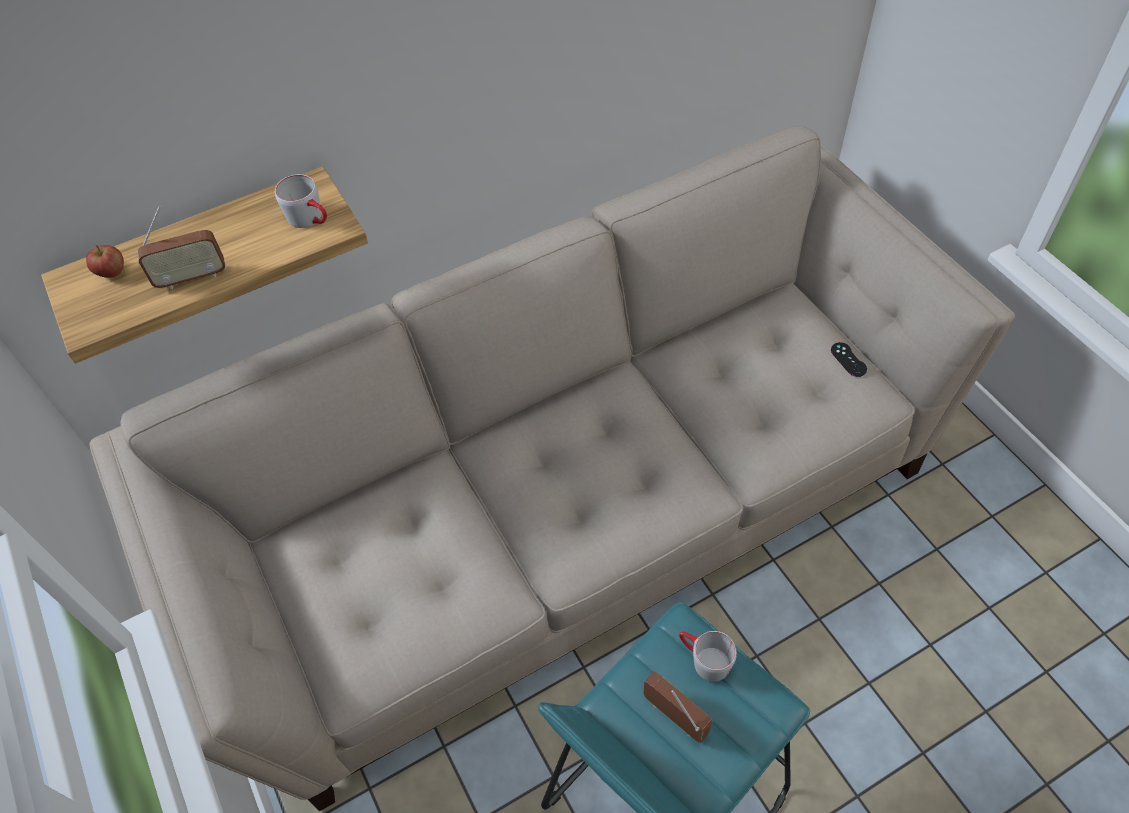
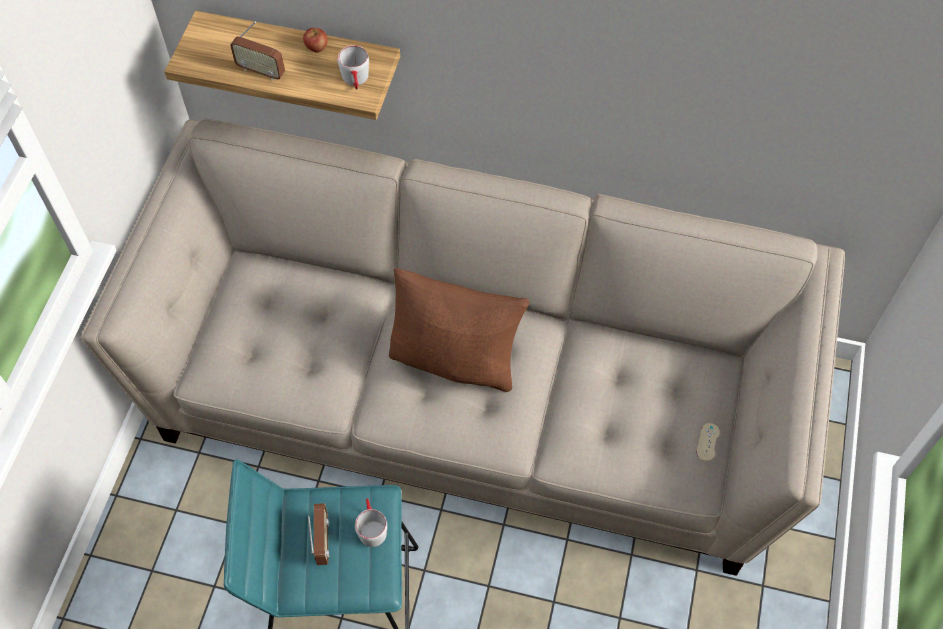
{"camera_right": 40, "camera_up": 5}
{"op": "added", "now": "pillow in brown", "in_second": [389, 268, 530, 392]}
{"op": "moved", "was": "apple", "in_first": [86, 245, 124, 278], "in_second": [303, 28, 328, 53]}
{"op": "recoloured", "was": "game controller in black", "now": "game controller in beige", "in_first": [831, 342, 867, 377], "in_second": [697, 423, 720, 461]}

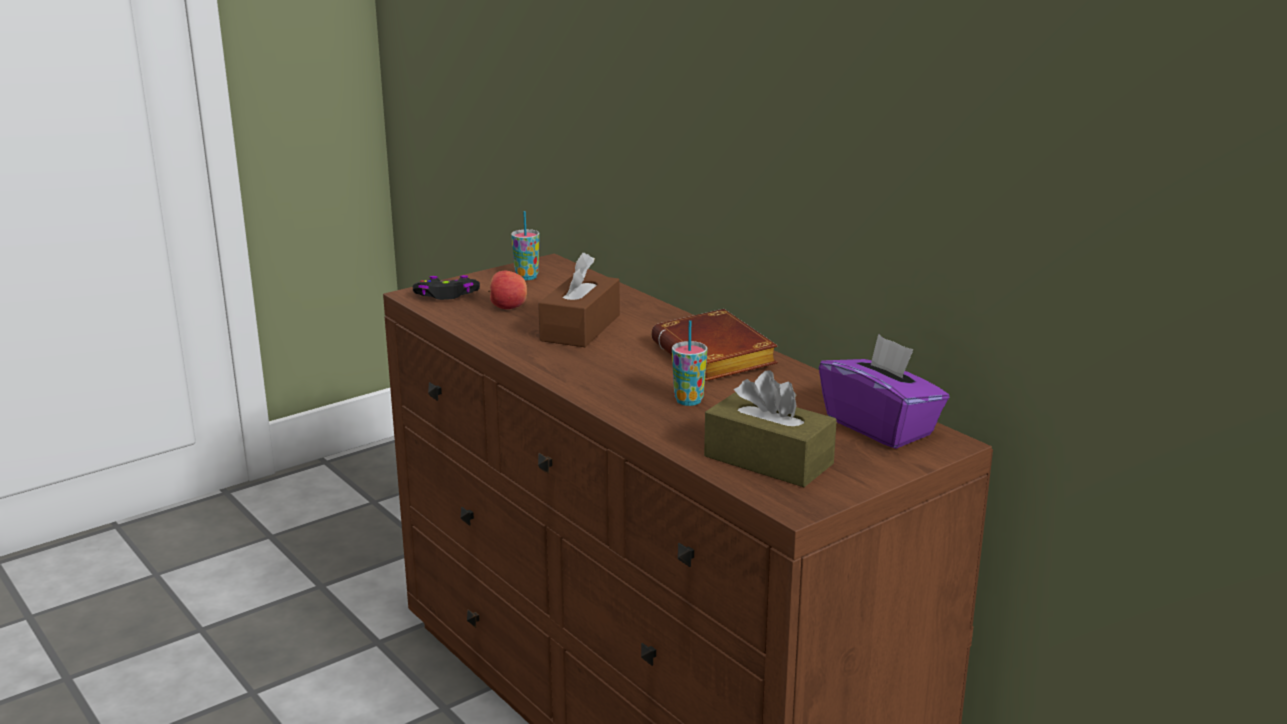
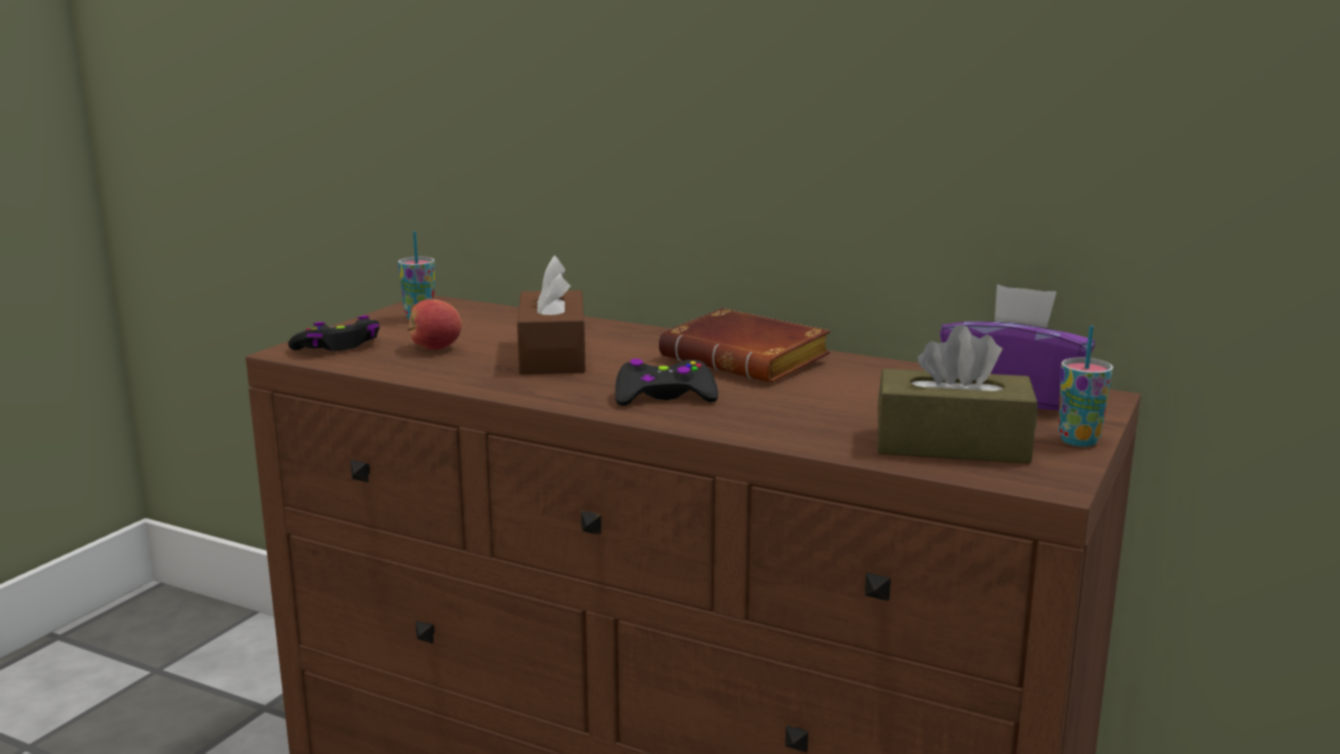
{"camera_right": -25, "camera_up": -5}
{"op": "added", "now": "game controller in black", "in_second": [615, 359, 718, 406]}
{"op": "moved", "was": "cup", "in_first": [672, 320, 708, 406], "in_second": [1059, 326, 1113, 447]}

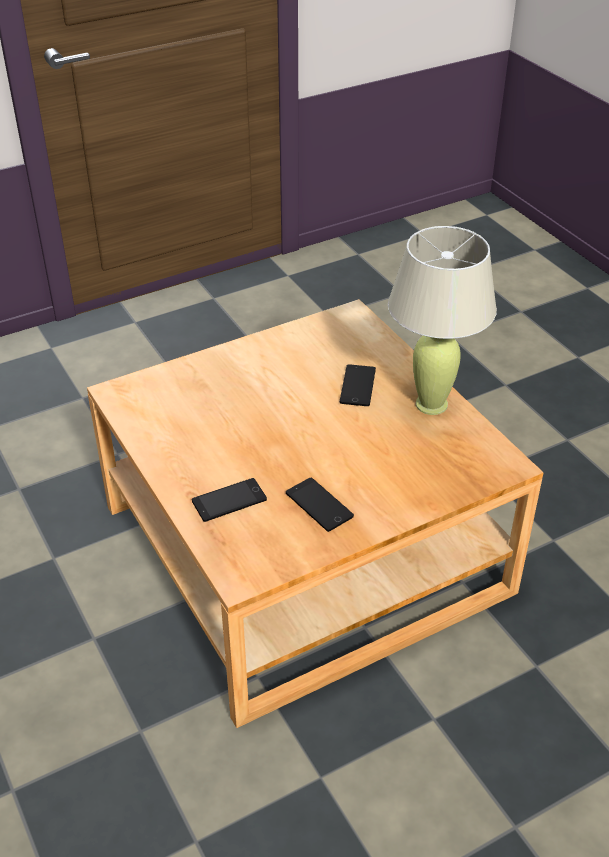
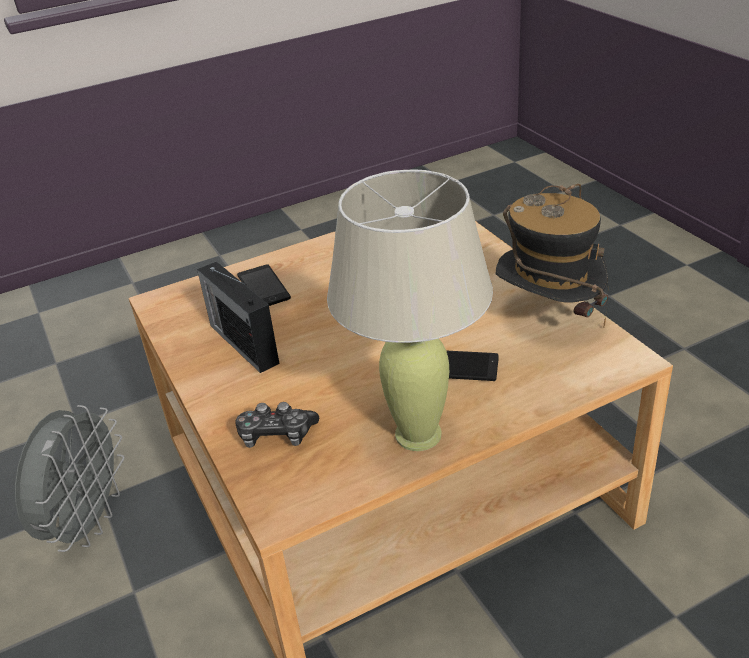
{"camera_right": 95, "camera_up": -5}
{"op": "added", "now": "fan in grey", "in_second": [15, 405, 125, 552]}
{"op": "added", "now": "game controller", "in_second": [235, 402, 319, 448]}
{"op": "added", "now": "hat", "in_second": [496, 184, 608, 327]}
{"op": "replaced", "was": "phone", "now": "radio", "in_first": [286, 478, 354, 532], "in_second": [197, 261, 279, 373]}

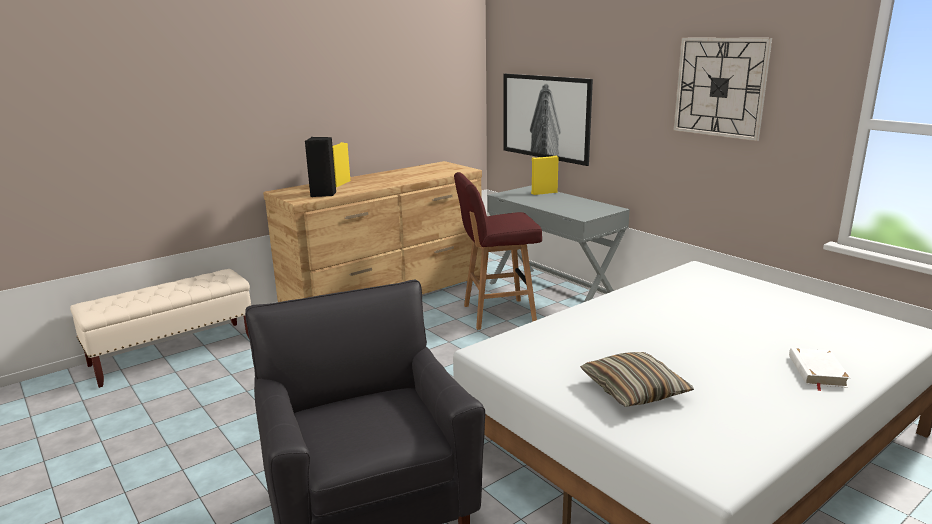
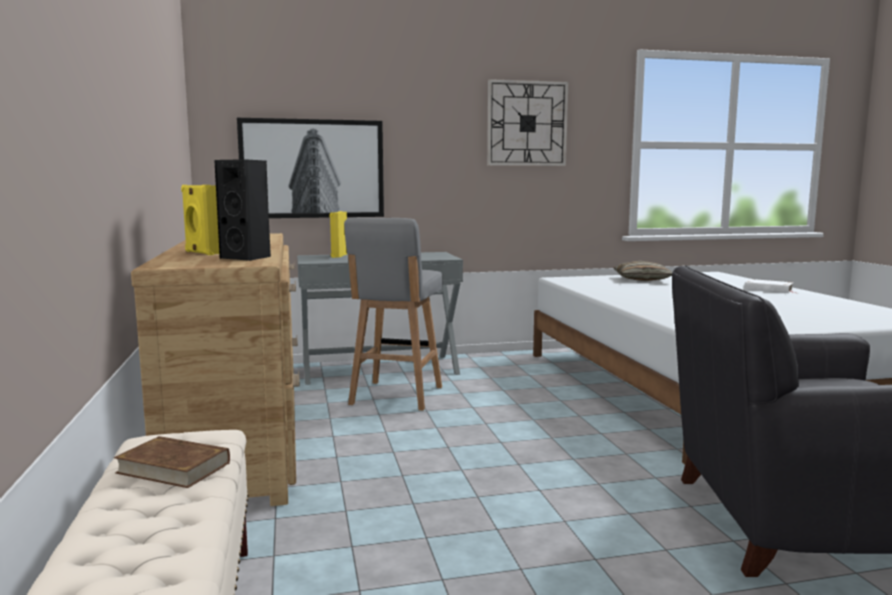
{"camera_right": -65, "camera_up": -10}
{"op": "added", "now": "book in brown", "in_second": [114, 436, 230, 488]}
{"op": "moved", "was": "pillow", "in_first": [580, 352, 694, 407], "in_second": [613, 261, 672, 281]}
{"op": "recoloured", "was": "stool in red", "now": "stool in grey", "in_first": [454, 172, 542, 330], "in_second": [344, 217, 443, 411]}

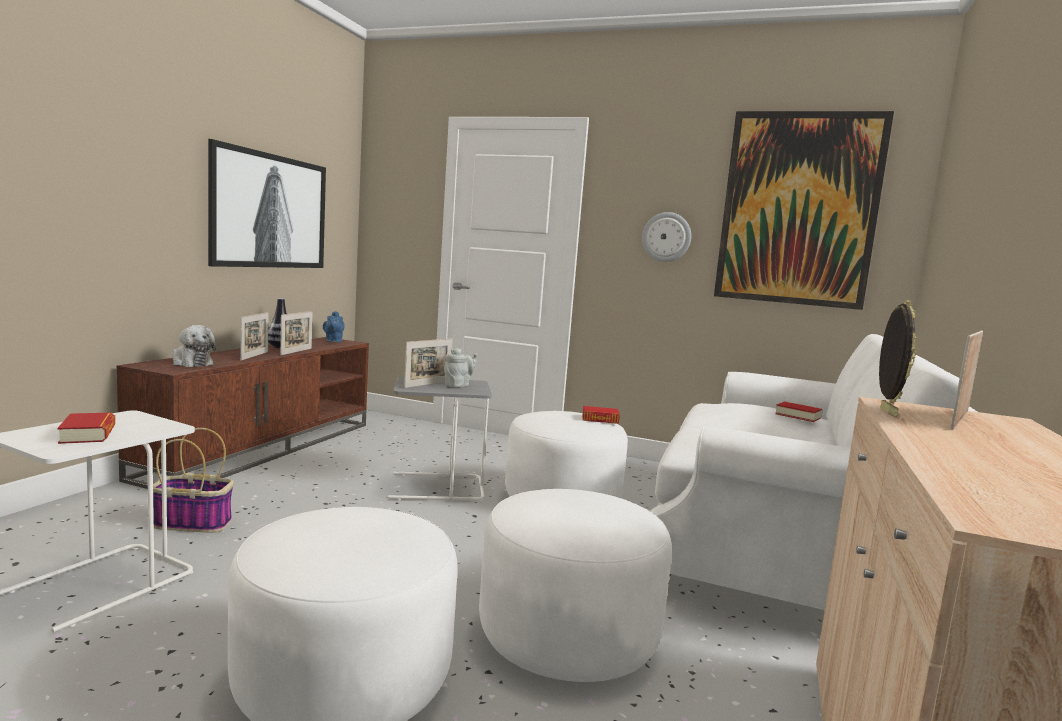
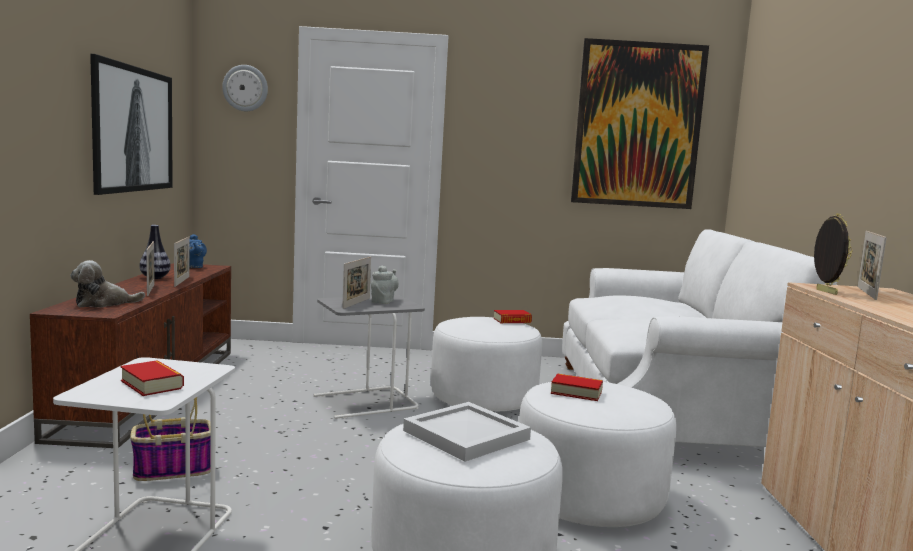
{"camera_right": -20, "camera_up": 0}
{"op": "added", "now": "tray in white", "in_second": [403, 402, 531, 462]}
{"op": "moved", "was": "wall clock", "in_first": [642, 212, 691, 262], "in_second": [222, 65, 268, 111]}
{"op": "moved", "was": "book", "in_first": [775, 401, 822, 422], "in_second": [551, 374, 603, 401]}
{"op": "turned", "was": "plush toy", "in_first": [172, 325, 216, 367], "in_second": [70, 260, 145, 307], "clockwise": 135}

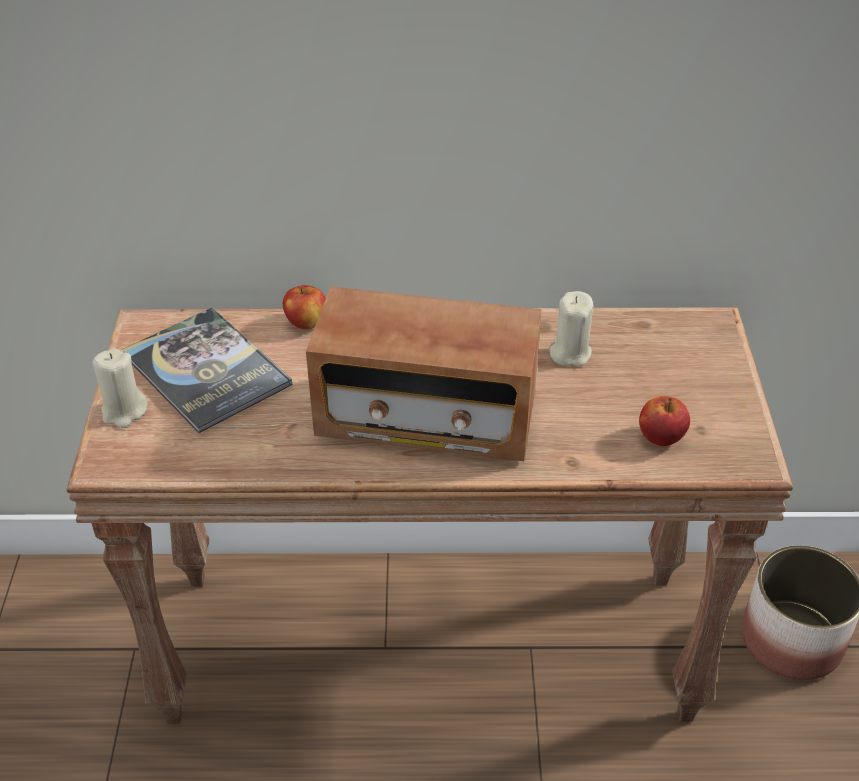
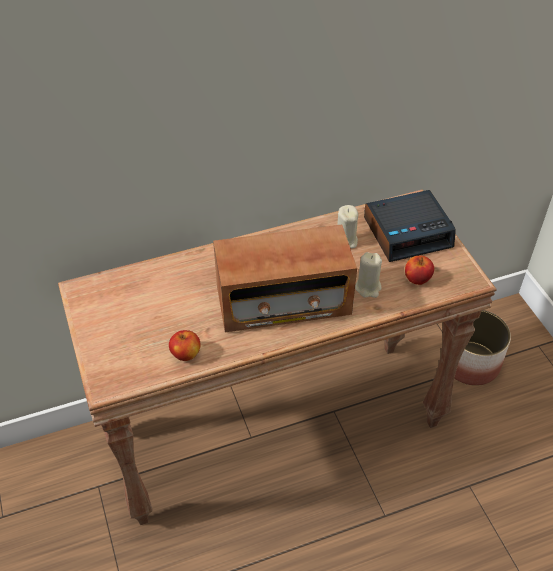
{"camera_right": -20, "camera_up": 5}
{"op": "removed", "was": "book", "in_first": [121, 308, 292, 433]}
{"op": "added", "now": "alarm clock", "in_second": [364, 190, 456, 262]}
{"op": "moved", "was": "candle in beige", "in_first": [92, 348, 147, 428], "in_second": [355, 252, 382, 298]}
{"op": "moved", "was": "apple", "in_first": [283, 285, 326, 329], "in_second": [169, 330, 200, 361]}

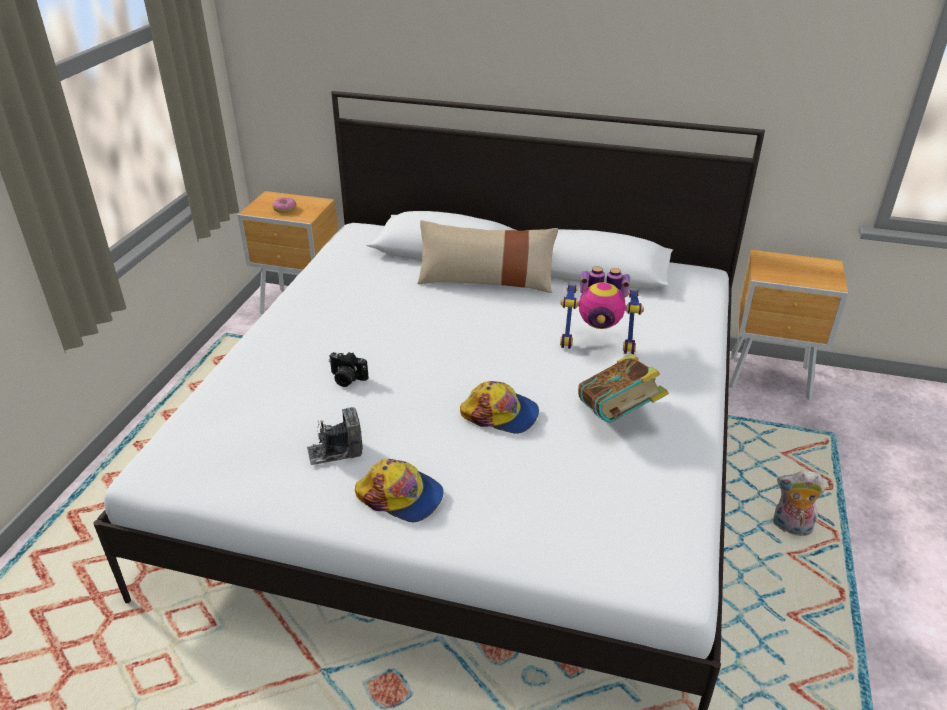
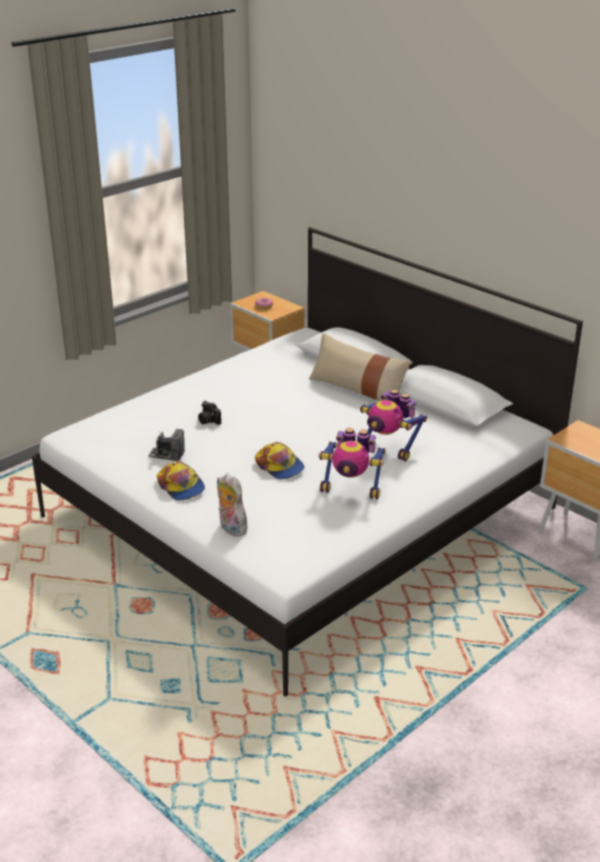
{"camera_right": 30, "camera_up": -5}
{"op": "moved", "was": "plush toy", "in_first": [773, 471, 824, 536], "in_second": [217, 473, 248, 537]}
{"op": "replaced", "was": "book", "now": "toy robot", "in_first": [578, 353, 669, 423], "in_second": [318, 428, 386, 499]}

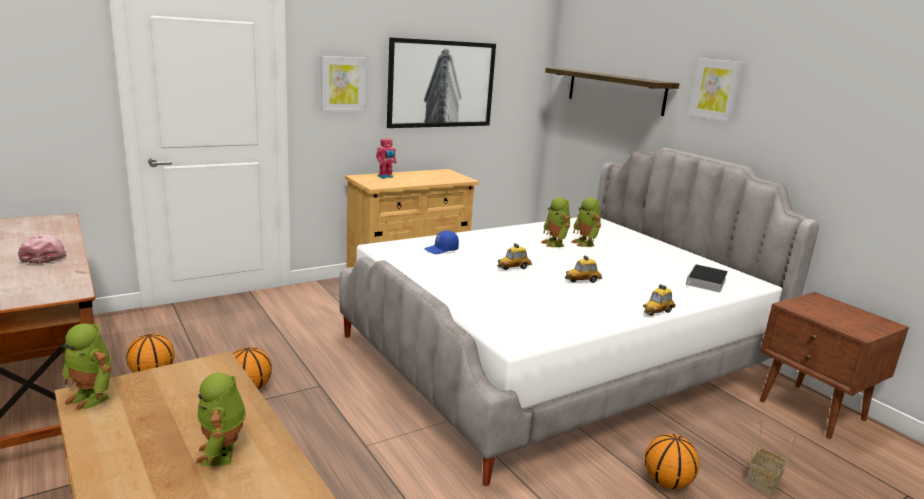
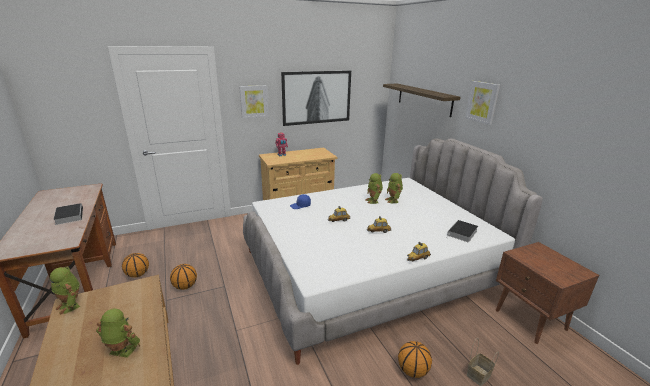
{"camera_right": 10, "camera_up": 5}
{"op": "replaced", "was": "cap in pink", "now": "book", "in_first": [18, 234, 68, 264], "in_second": [53, 203, 83, 225]}
{"op": "turned", "was": "toy robot", "in_first": [196, 373, 246, 466], "in_second": [96, 309, 140, 358], "clockwise": 105}

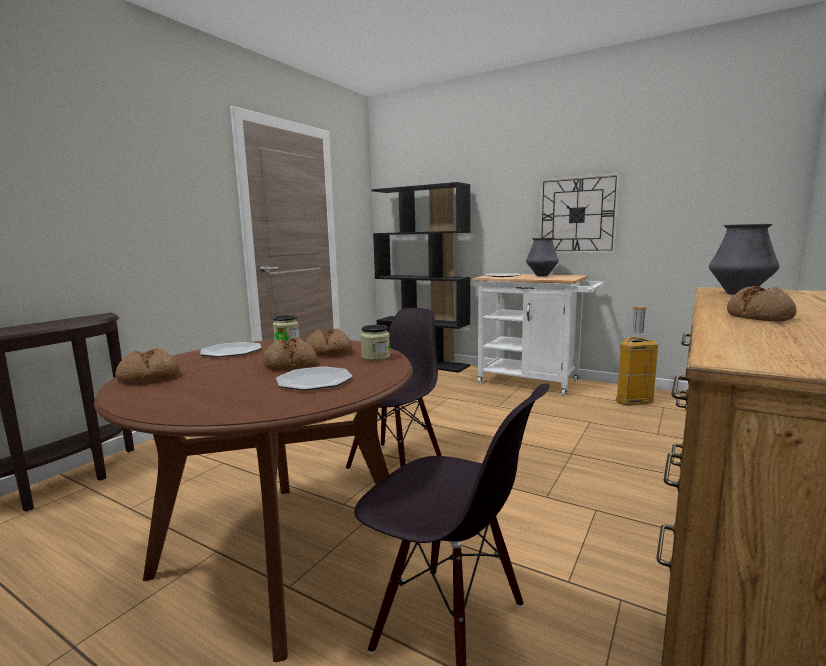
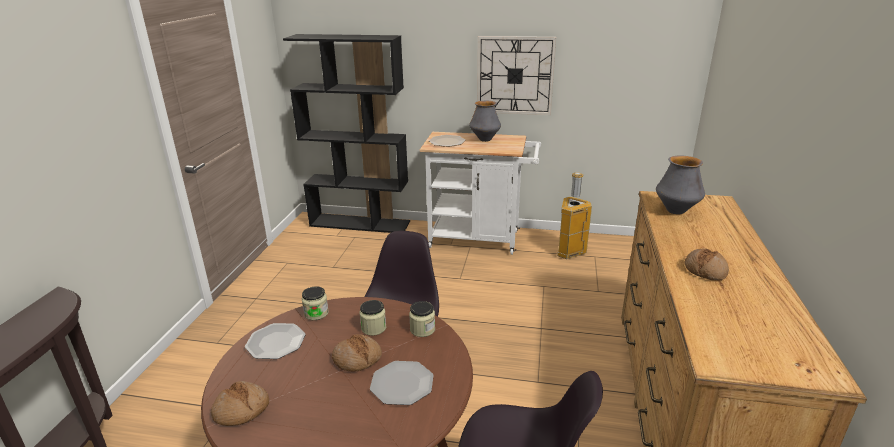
{"camera_right": -20, "camera_up": 15}
{"op": "replaced", "was": "bread", "now": "jar", "in_first": [306, 328, 352, 356], "in_second": [360, 300, 386, 336]}

